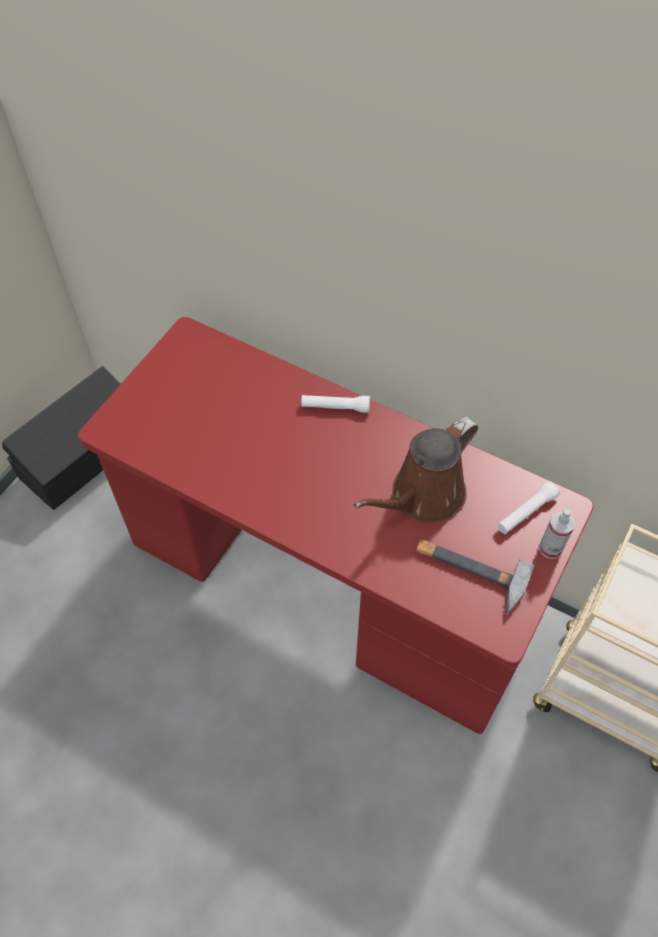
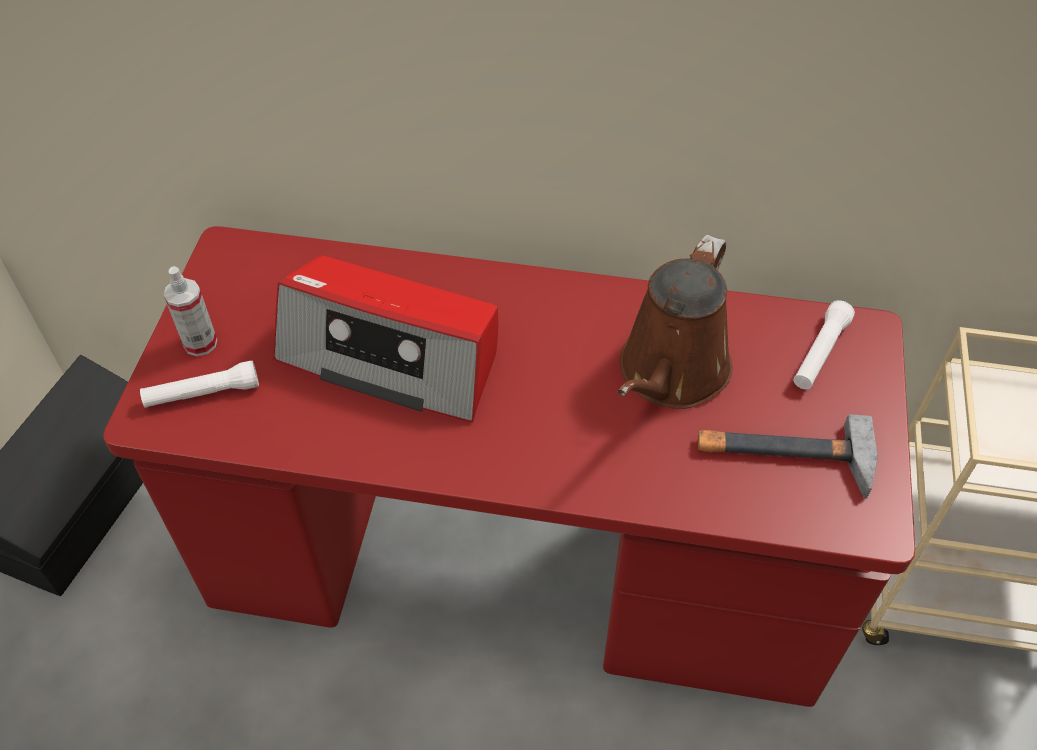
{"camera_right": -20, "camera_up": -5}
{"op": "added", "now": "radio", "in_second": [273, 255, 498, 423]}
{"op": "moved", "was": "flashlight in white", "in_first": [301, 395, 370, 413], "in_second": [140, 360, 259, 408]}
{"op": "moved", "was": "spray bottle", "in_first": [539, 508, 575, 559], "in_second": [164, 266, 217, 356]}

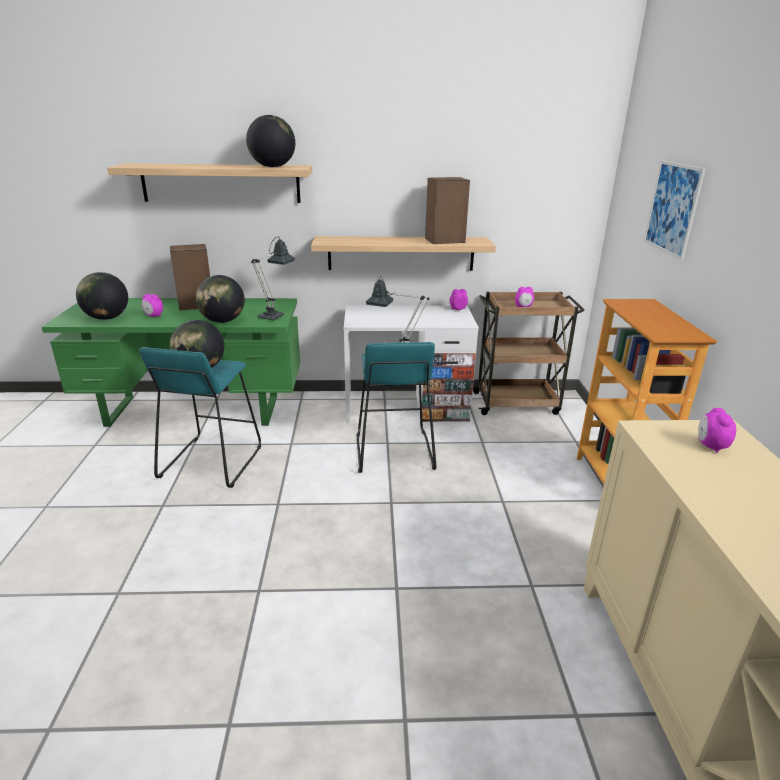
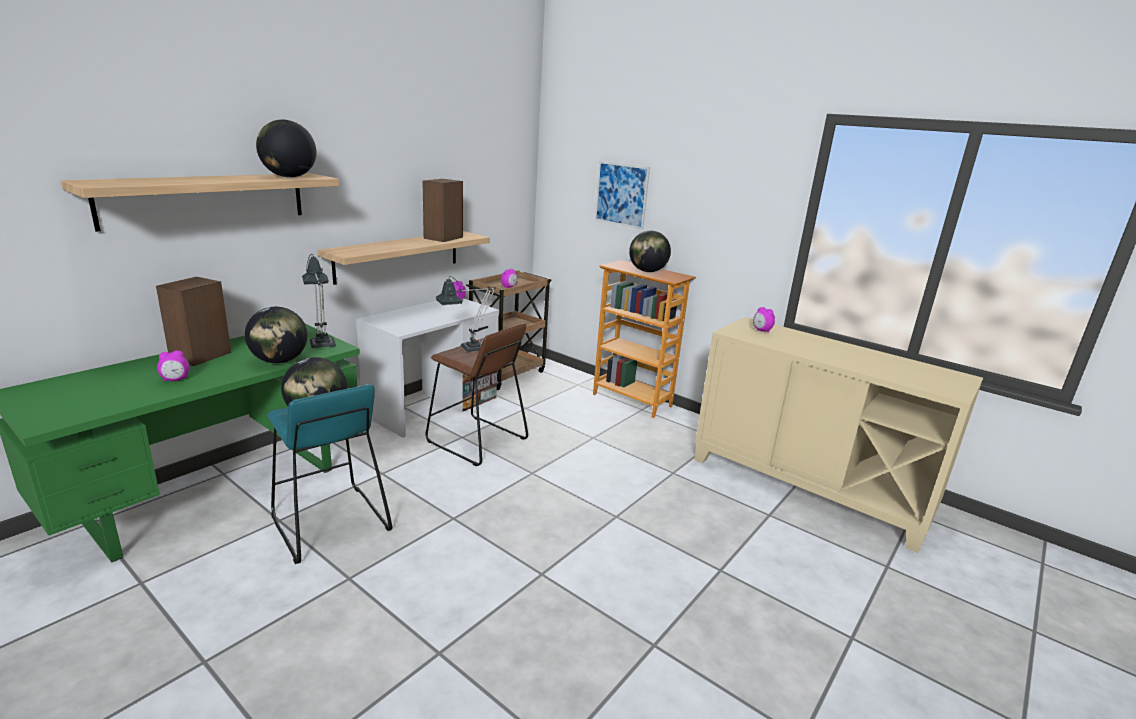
{"camera_right": -50, "camera_up": -5}
{"op": "moved", "was": "globe", "in_first": [76, 272, 128, 320], "in_second": [629, 231, 671, 272]}
{"op": "recoloured", "was": "stool in turquoise", "now": "stool in brown", "in_first": [357, 342, 436, 473], "in_second": [425, 323, 528, 466]}

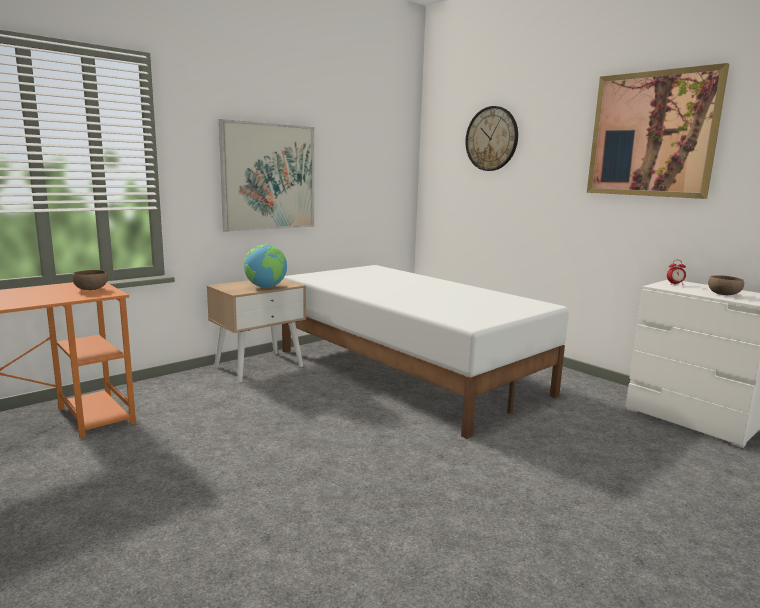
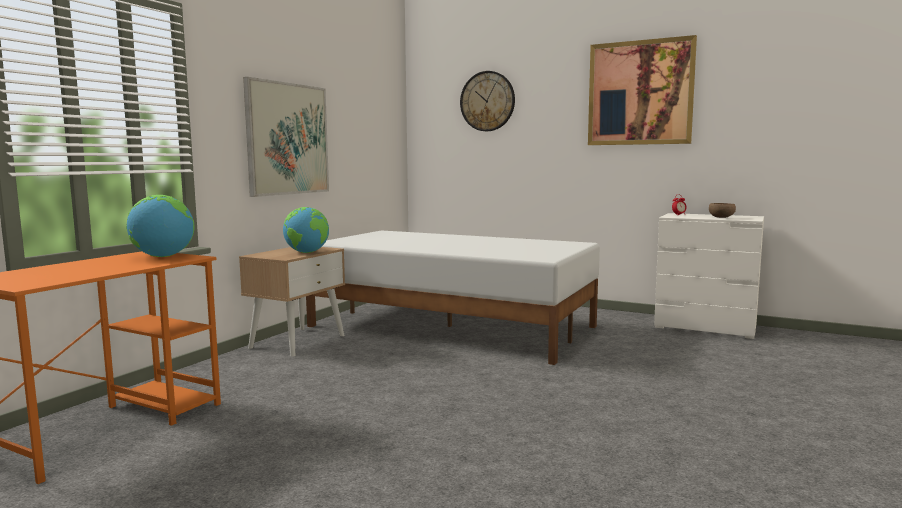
{"camera_right": -20, "camera_up": -5}
{"op": "replaced", "was": "bowl in brown", "now": "globe", "in_first": [72, 270, 108, 290], "in_second": [126, 195, 194, 257]}

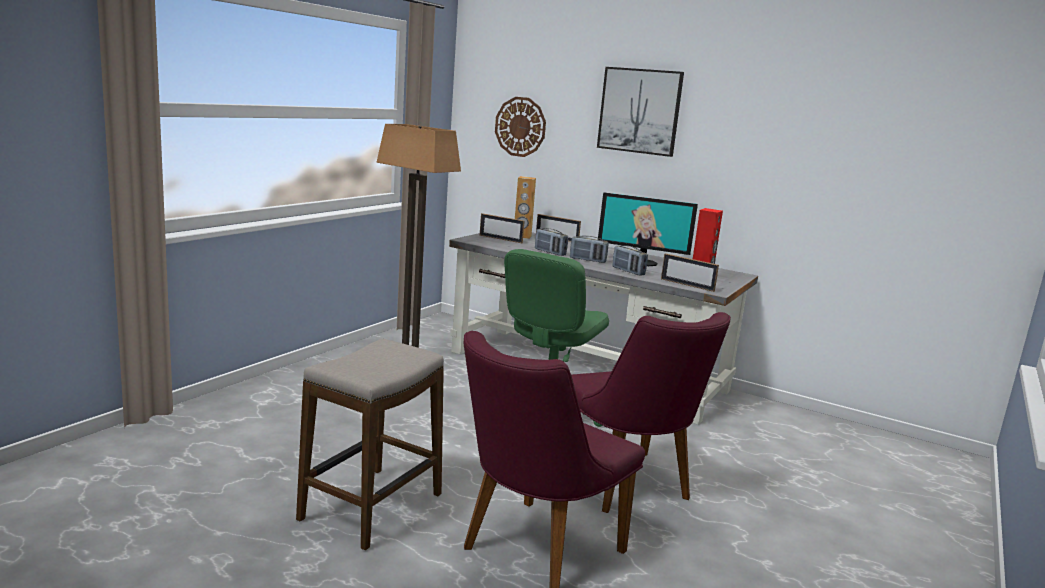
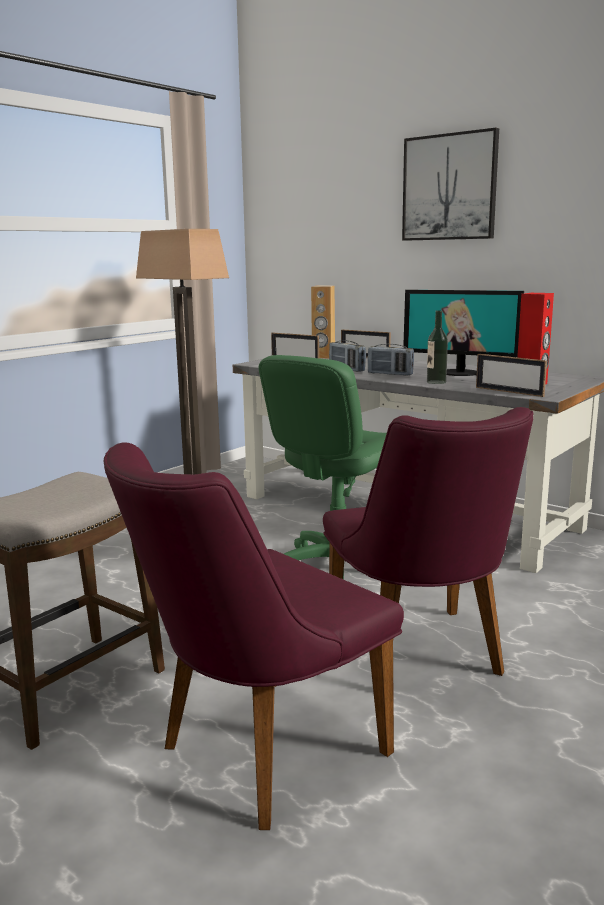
{"camera_right": 10, "camera_up": 0}
{"op": "removed", "was": "wall clock", "in_first": [495, 97, 546, 157]}
{"op": "replaced", "was": "radio", "now": "bottle", "in_first": [612, 245, 648, 276], "in_second": [427, 310, 448, 384]}

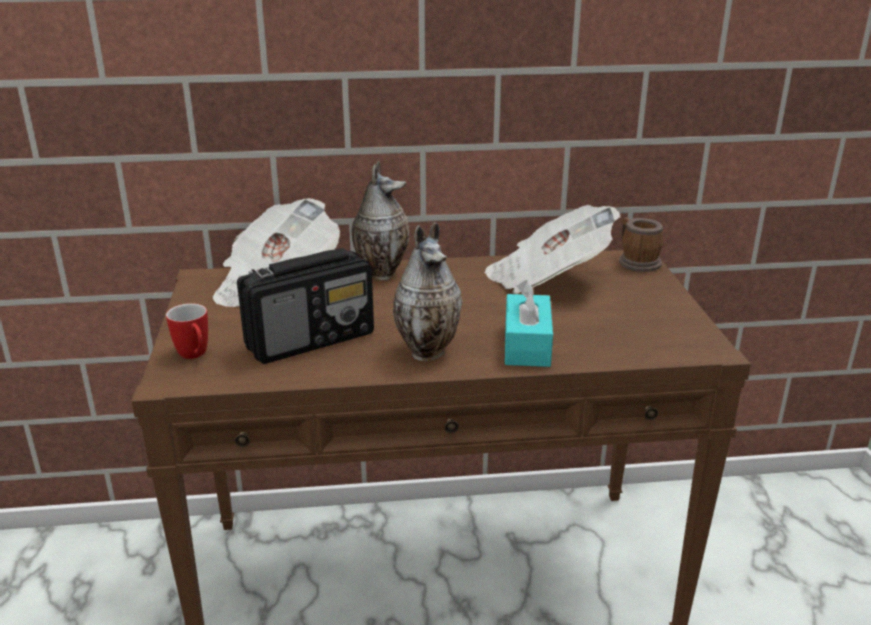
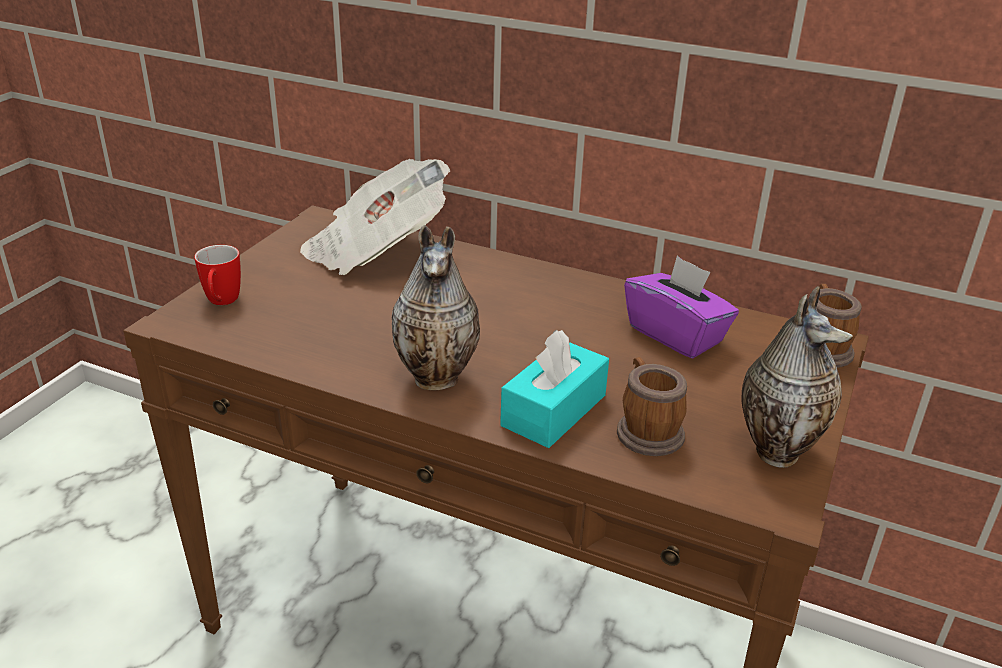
{"camera_right": 30, "camera_up": 5}
{"op": "removed", "was": "radio", "in_first": [237, 248, 374, 364]}
{"op": "added", "now": "mug", "in_second": [617, 357, 687, 456]}
{"op": "moved", "was": "vase", "in_first": [352, 160, 409, 280], "in_second": [741, 286, 853, 468]}
{"op": "replaced", "was": "newspaper", "now": "tissue box in purple", "in_first": [485, 205, 621, 294], "in_second": [624, 256, 739, 359]}

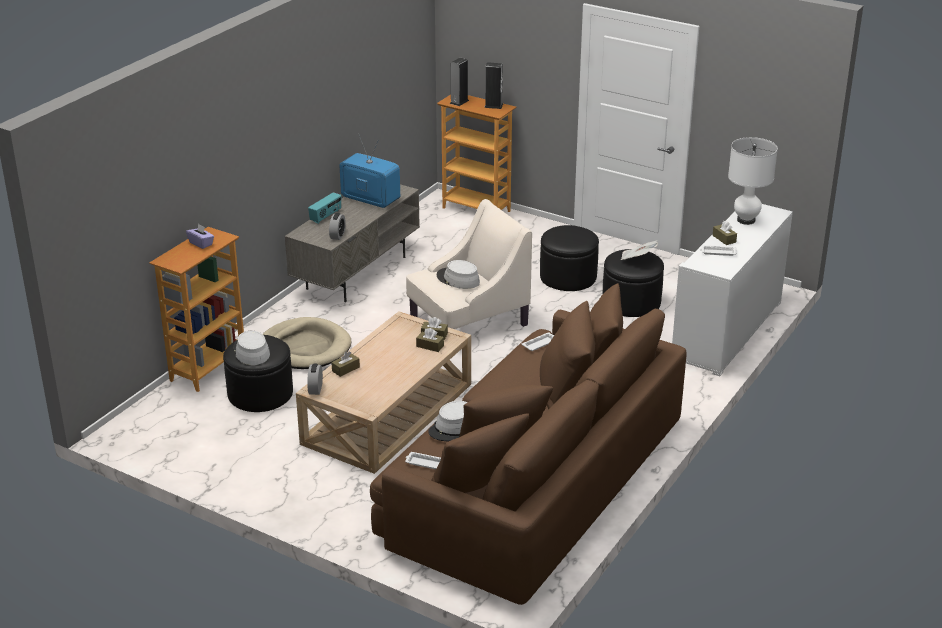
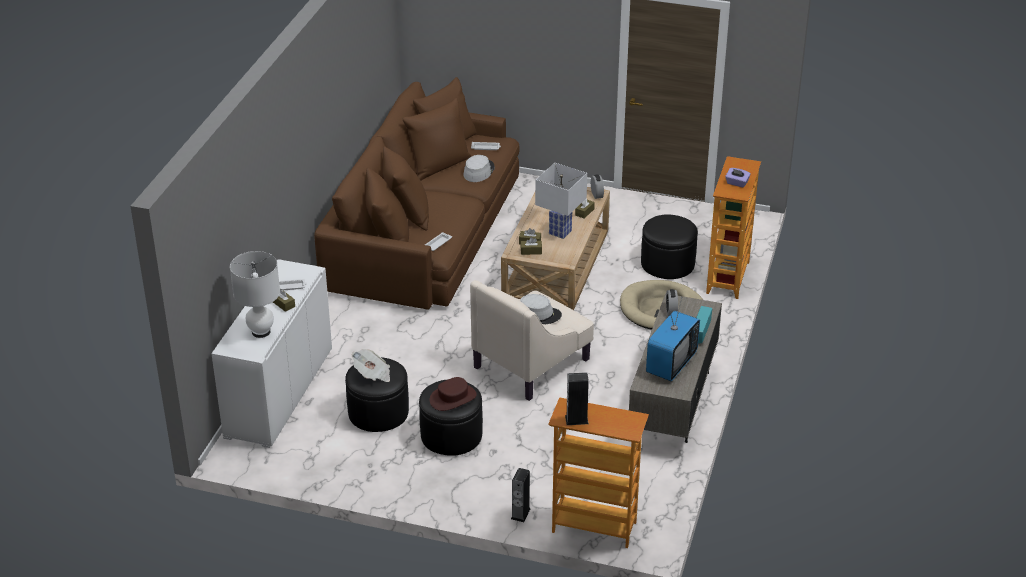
{"camera_right": 165, "camera_up": 5}
{"op": "removed", "was": "hat in grey", "in_first": [233, 331, 270, 365]}
{"op": "added", "now": "hat in brown", "in_second": [430, 377, 477, 411]}
{"op": "added", "now": "table lamp in white", "in_second": [535, 163, 587, 239]}
{"op": "moved", "was": "speaker", "in_first": [450, 58, 469, 106], "in_second": [511, 468, 531, 522]}
{"op": "turned", "was": "television", "in_first": [339, 135, 400, 208], "in_second": [646, 298, 700, 381], "clockwise": -75}

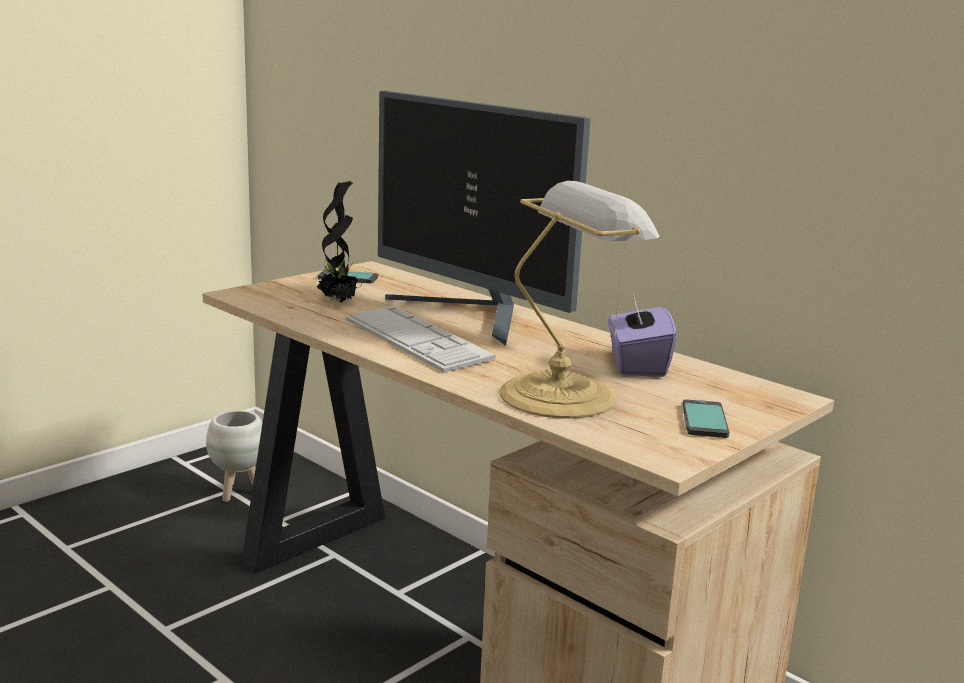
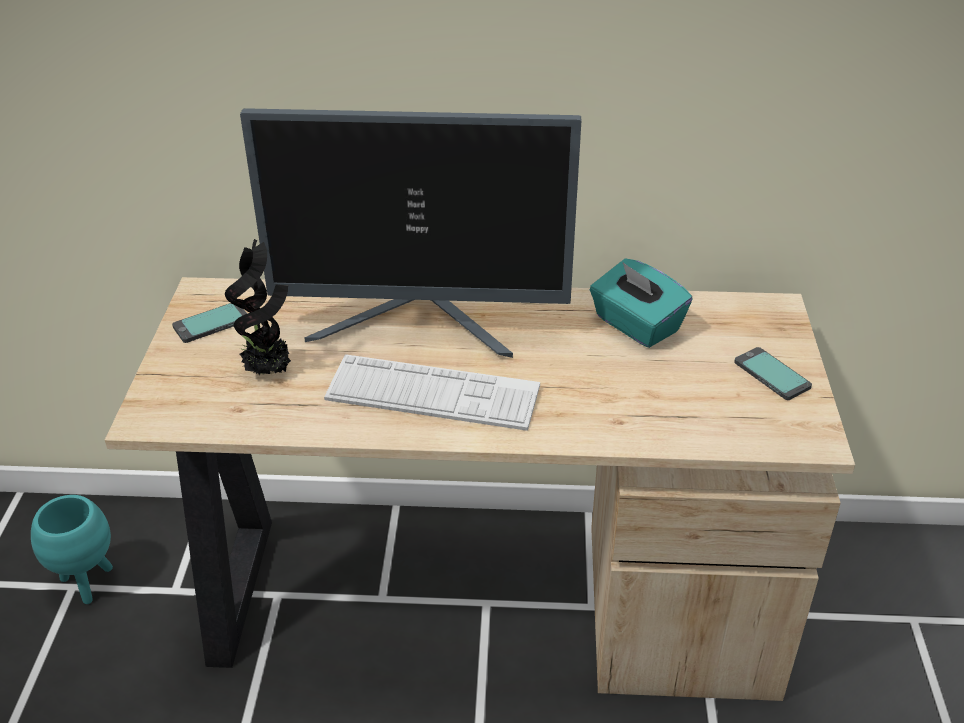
{"camera_right": -40, "camera_up": 20}
{"op": "removed", "was": "table lamp", "in_first": [500, 181, 659, 419]}
{"op": "recoloured", "was": "planter in white", "now": "planter in turquoise", "in_first": [206, 410, 263, 502], "in_second": [31, 495, 113, 604]}
{"op": "recoloured", "was": "tissue box in purple", "now": "tissue box in turquoise", "in_first": [608, 293, 677, 377], "in_second": [589, 258, 693, 348]}

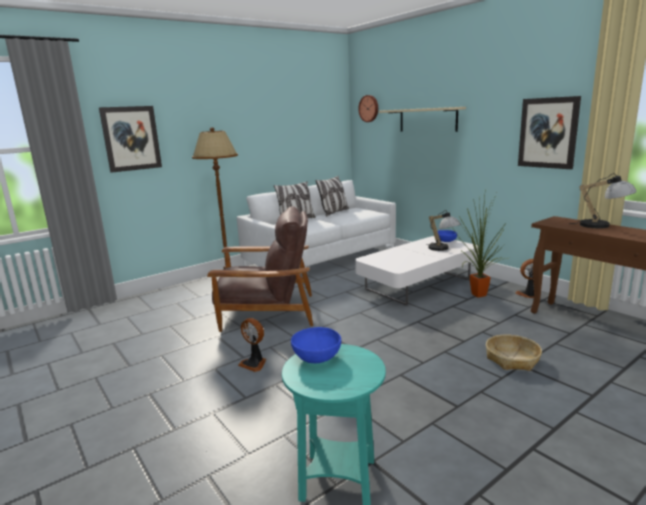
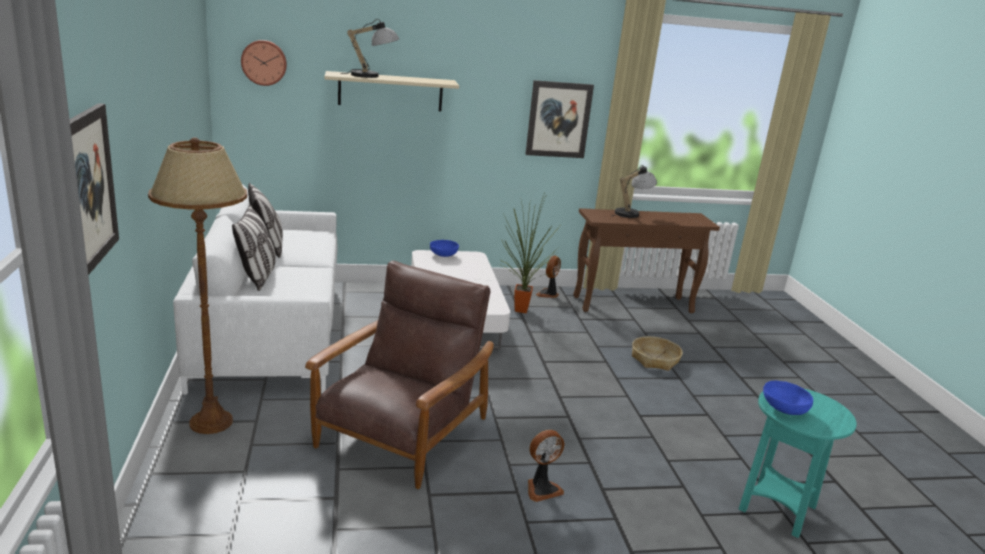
{"camera_right": -65, "camera_up": 5}
{"op": "moved", "was": "table lamp", "in_first": [427, 210, 461, 251], "in_second": [341, 19, 399, 78]}

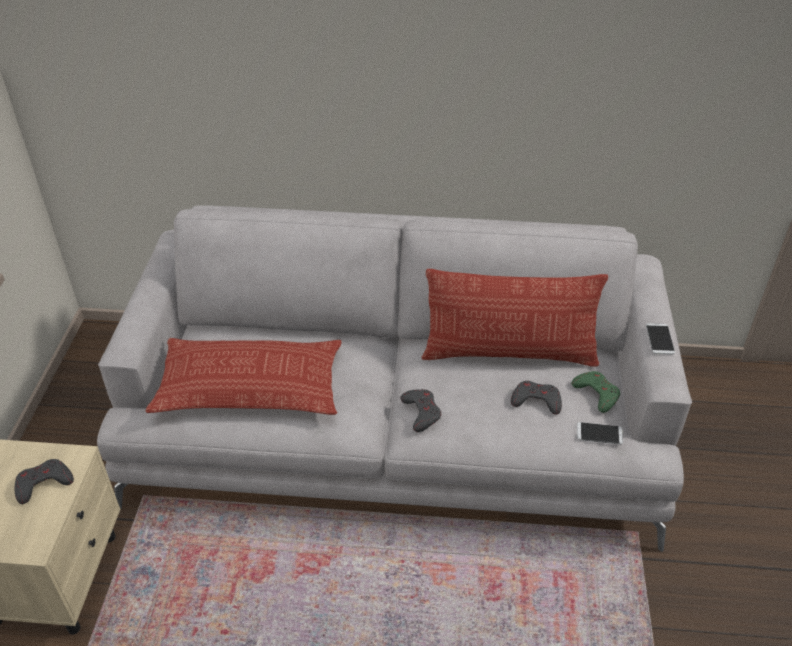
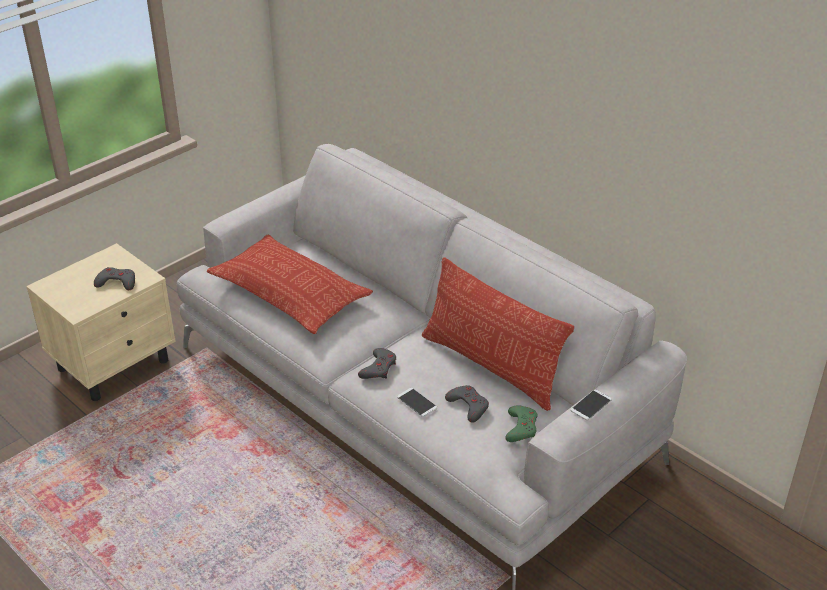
{"camera_right": 40, "camera_up": -5}
{"op": "moved", "was": "phone", "in_first": [577, 422, 623, 445], "in_second": [397, 388, 437, 417]}

